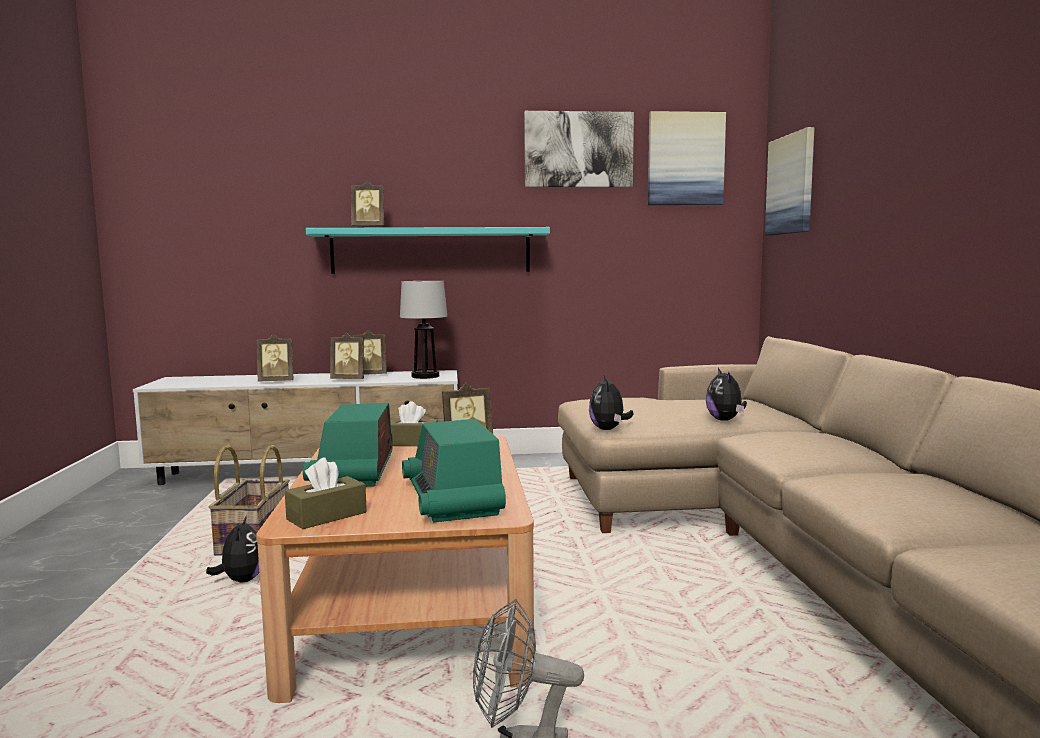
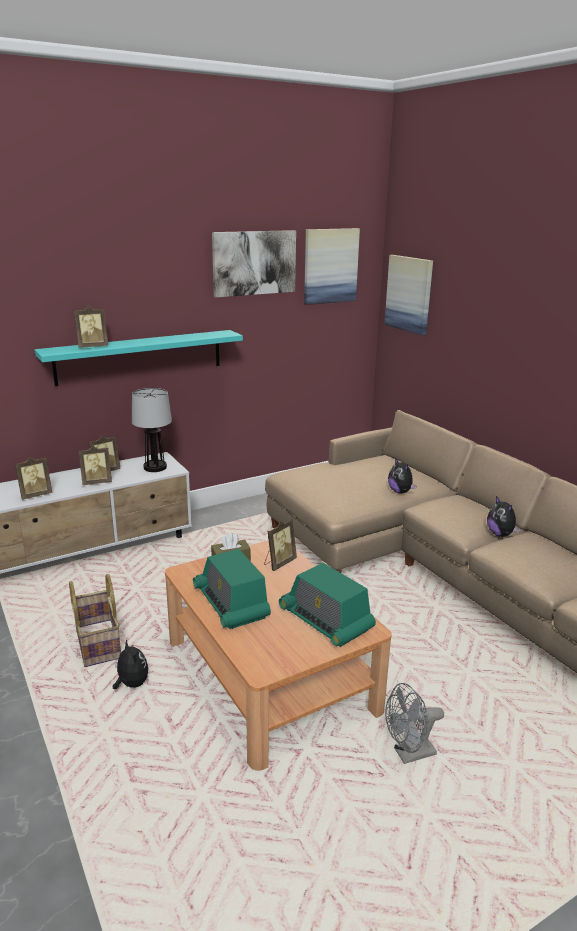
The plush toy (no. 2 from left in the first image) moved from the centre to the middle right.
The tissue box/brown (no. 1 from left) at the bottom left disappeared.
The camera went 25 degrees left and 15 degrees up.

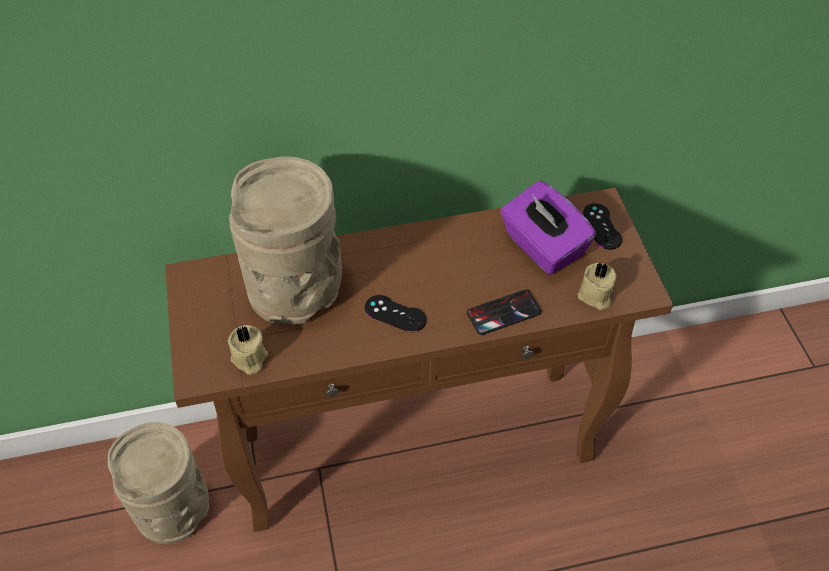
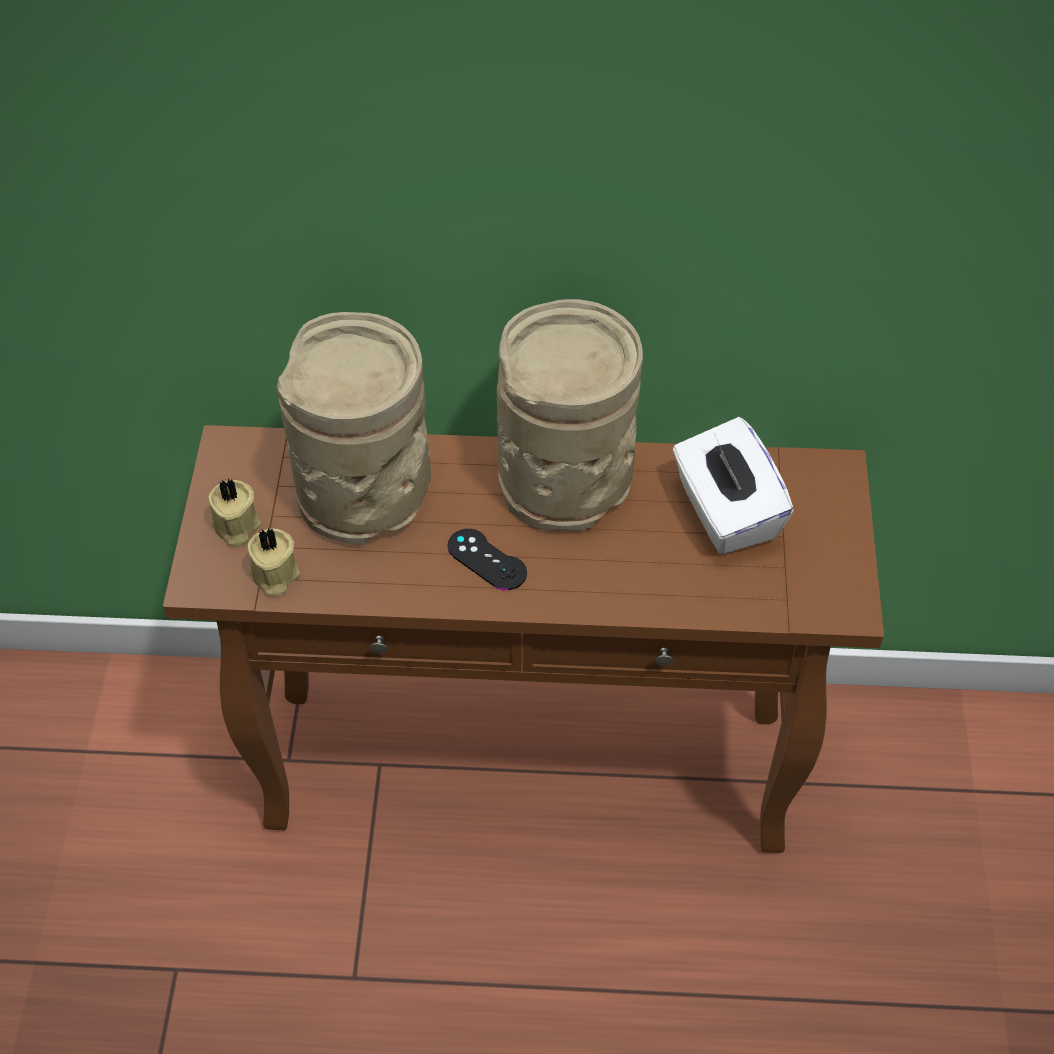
The candle/beige (no. 2 from left in the first image) moved from the middle right to the middle left.
The vase/beige (no. 1 from left in the first image) moved from the bottom left to the centre.
The tissue box/purple at the centre became the tissue box/white at the middle right.
The phone at the centre disappeared.
The game controller/black (no. 2 from left) at the middle right disappeared.
The camera went 15 degrees right and 0 degrees up.

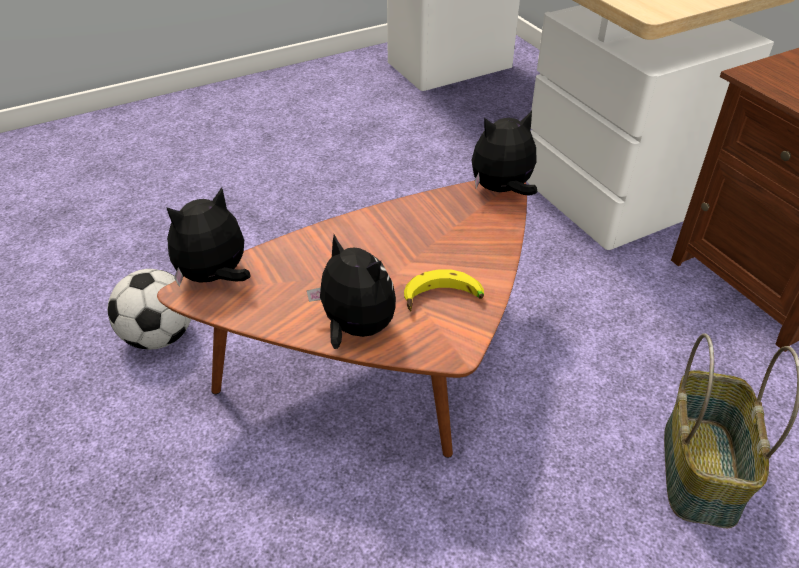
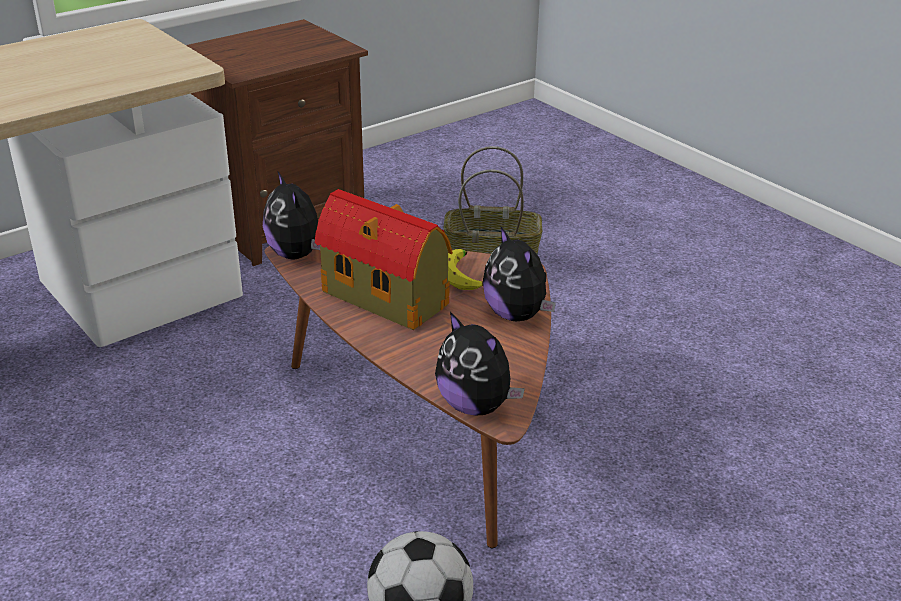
The toy house at the centre appeared.
The plush toy (no. 2 from left in the first image) at the centre turned 60 degrees counterclockwise.
The camera went 100 degrees left and 10 degrees down.

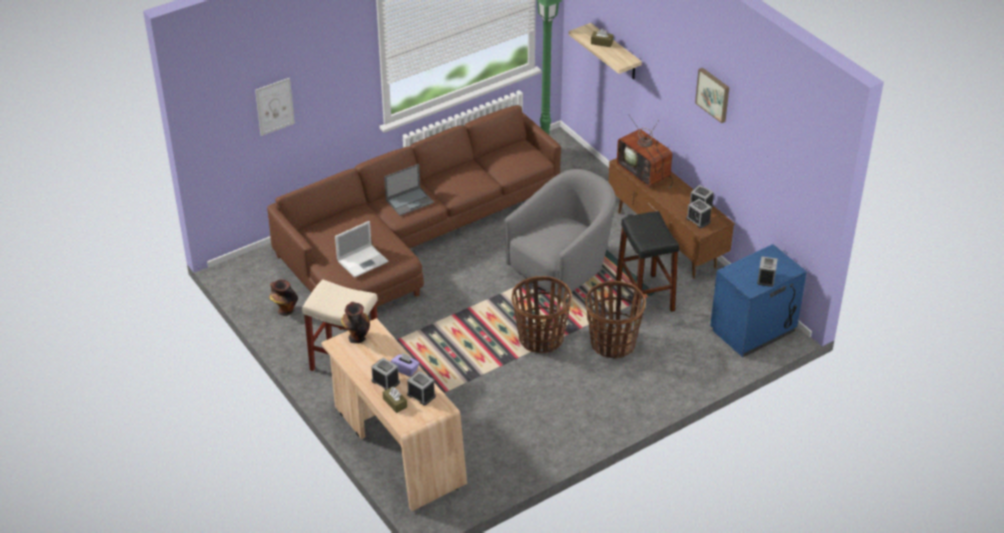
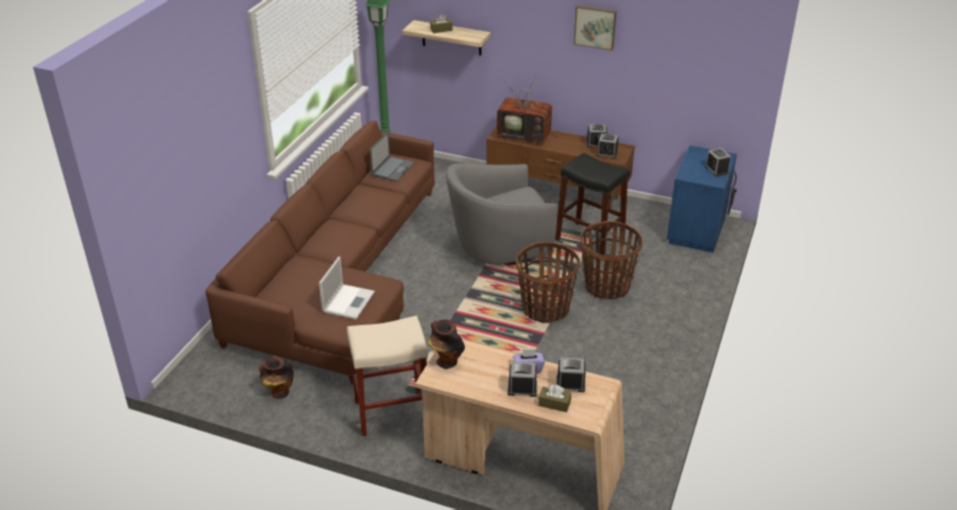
The laptop (no. 2 from left) moved from the centre to the top centre.
The armchair/grey at the centre turned 120 degrees counterclockwise.
The picture (no. 1 from left) at the top left disappeared.
The camera went 35 degrees left and 5 degrees down.

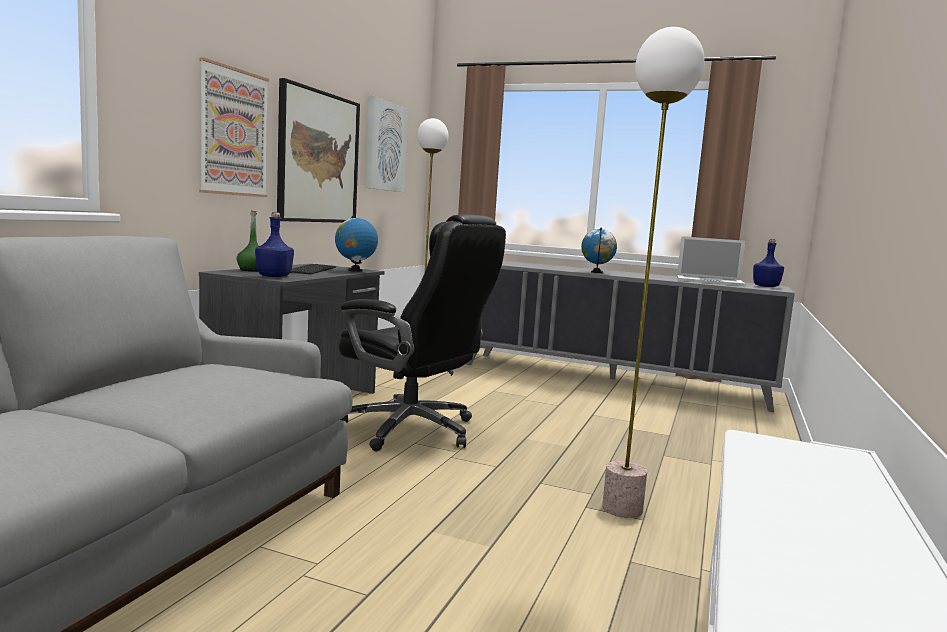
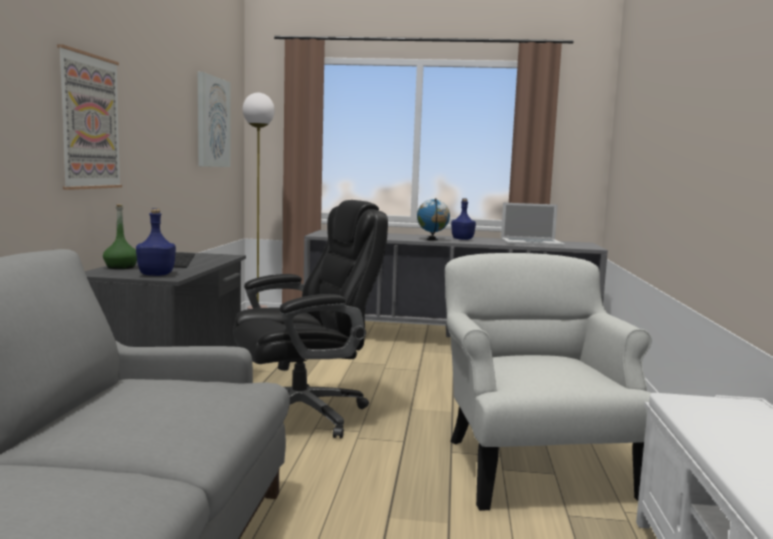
The office chair/black at the centre turned 45 degrees counterclockwise.
The floor lamp (no. 2 from left) at the middle right was replaced by the armchair/white at the bottom right.
The bottle/blue (no. 2 from left) moved from the middle right to the centre.
The picture (no. 2 from left) at the top centre disappeared.
The globe (no. 1 from left) at the centre disappeared.
The camera went 15 degrees left and 0 degrees up.

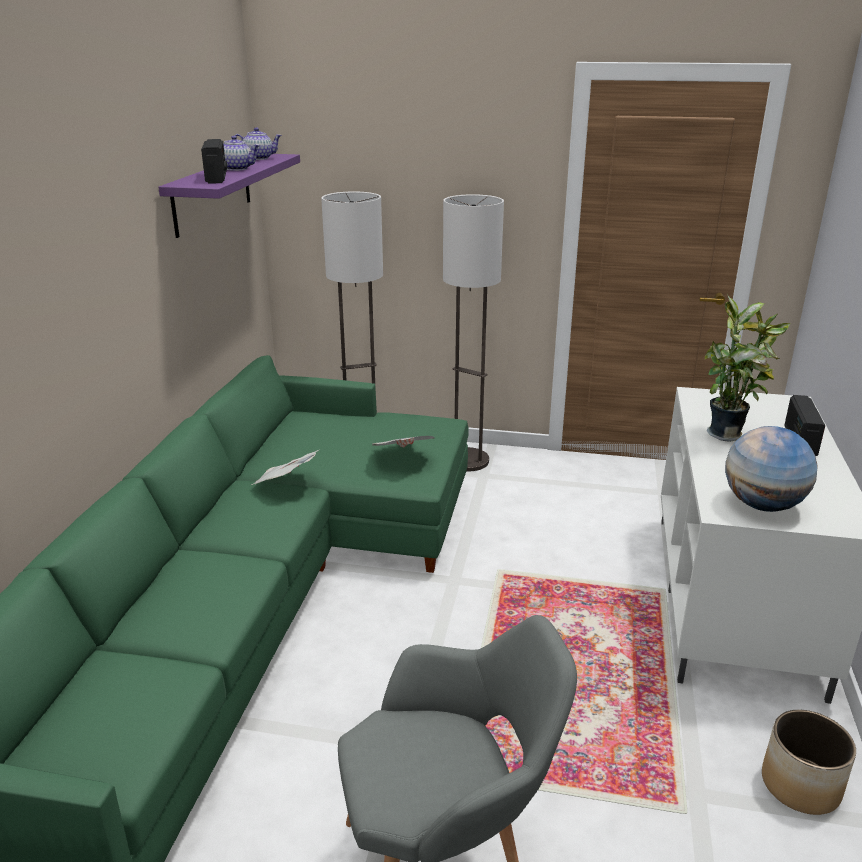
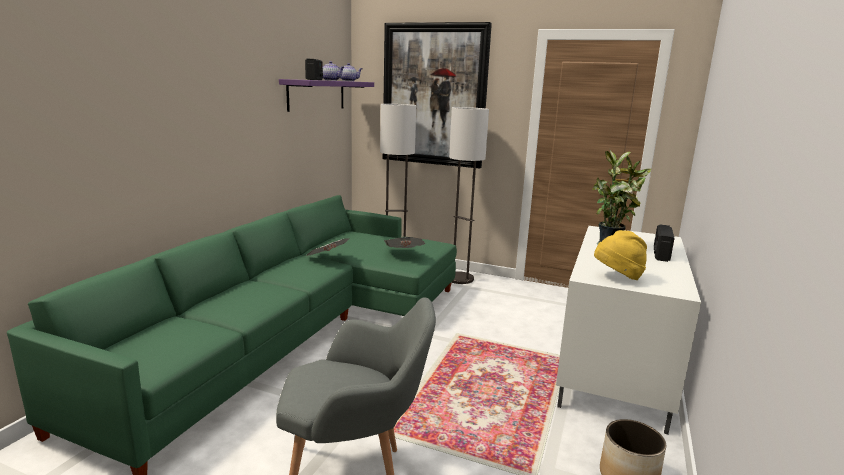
The picture at the top centre appeared.
The globe at the middle right was replaced by the hat/yellow at the middle right.
The camera went 10 degrees right and 10 degrees down.

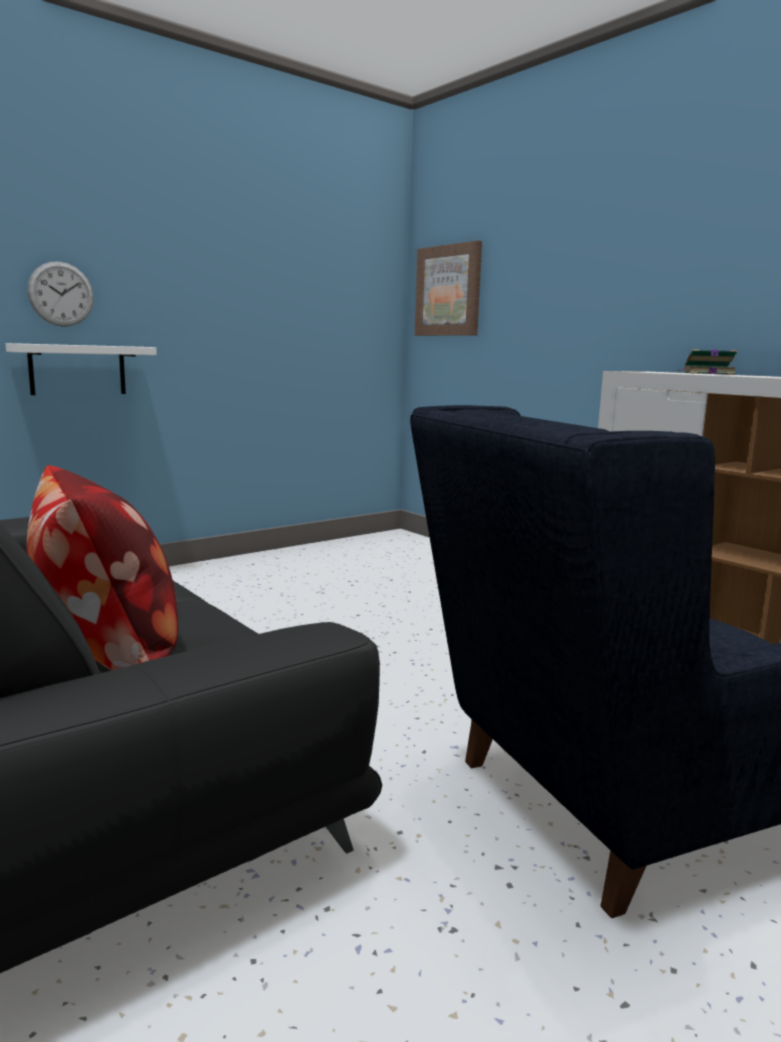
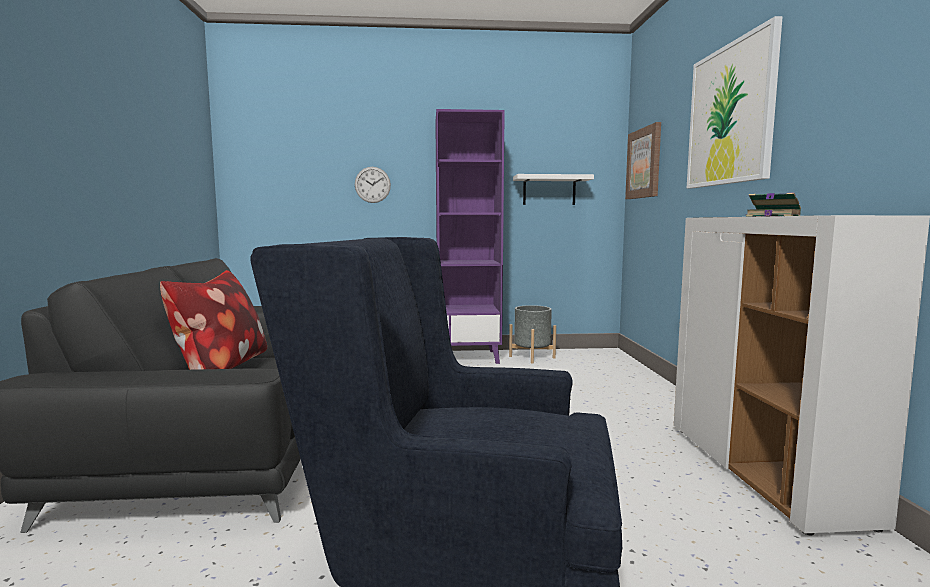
The bookcase/purple at the centre appeared.
The planter/grey at the centre appeared.
The shelf/white moved from the middle left to the top centre.
The picture (no. 2 from left) at the top right appeared.
The camera went 35 degrees right and 5 degrees down.

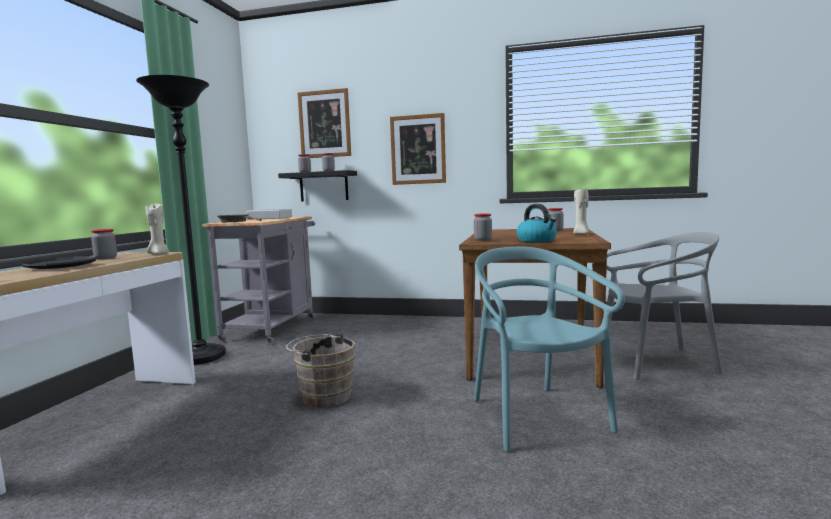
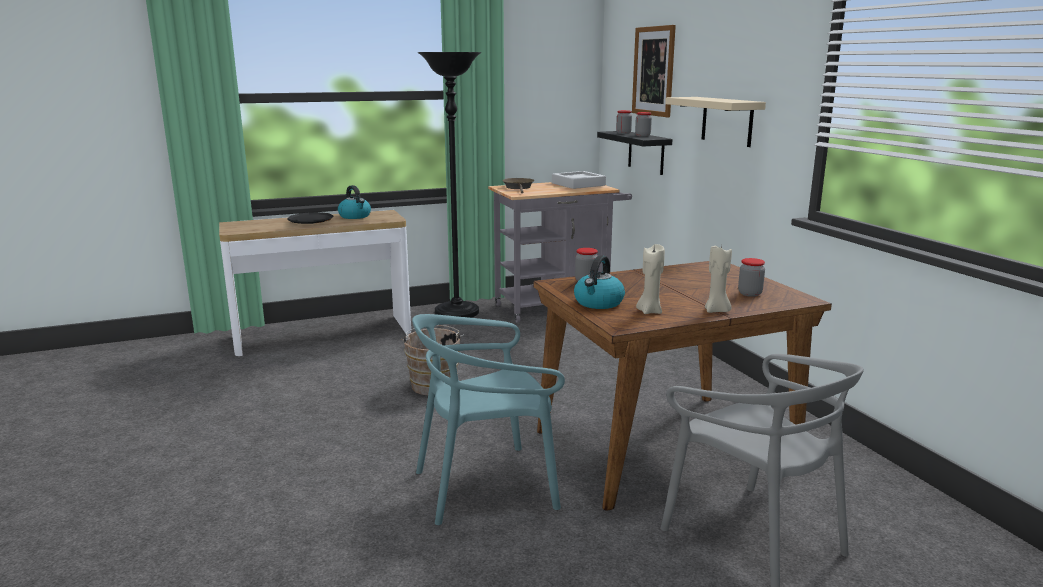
The jar (no. 1 from left) at the middle left was replaced by the kettle (no. 1 from left) at the centre.
The chair/turquoise at the bottom centre turned 150 degrees counterclockwise.
The candle/beige (no. 1 from left) moved from the middle left to the centre.
The picture (no. 2 from left) at the top centre was replaced by the shelf/beige at the top right.
The camera went 55 degrees right and 10 degrees up.

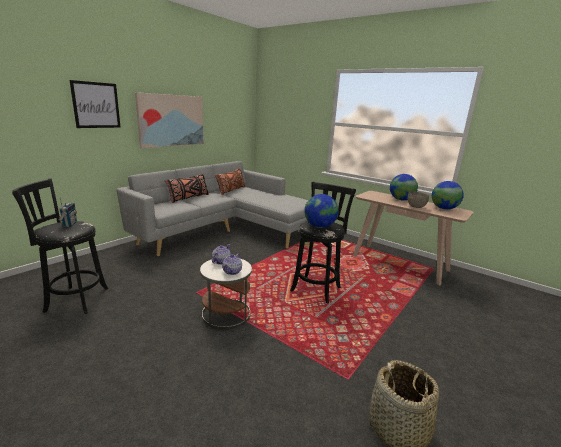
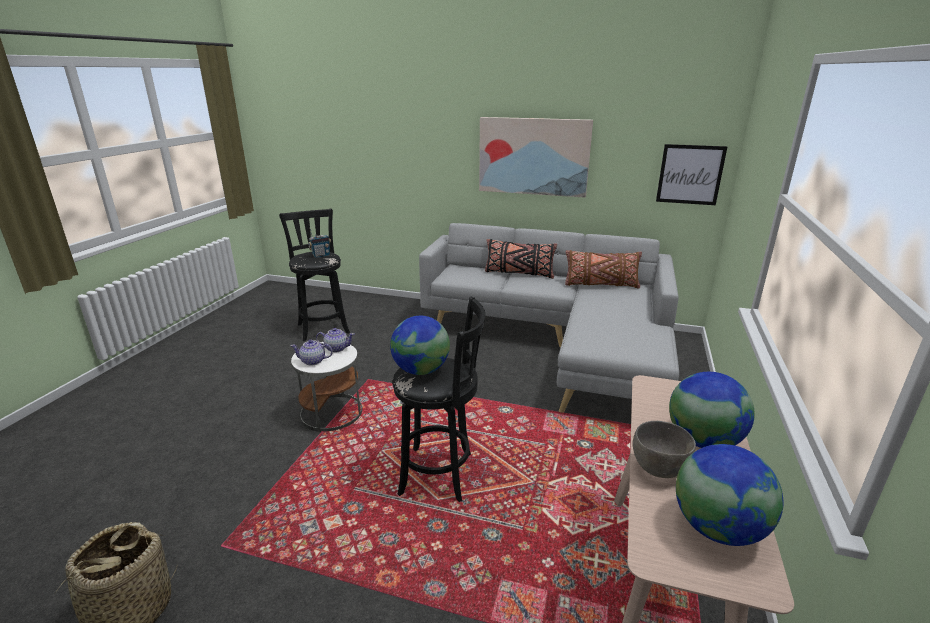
The picture (no. 1 from left in the first image) moved from the top left to the top right.
The camera went 70 degrees right and 5 degrees up.

